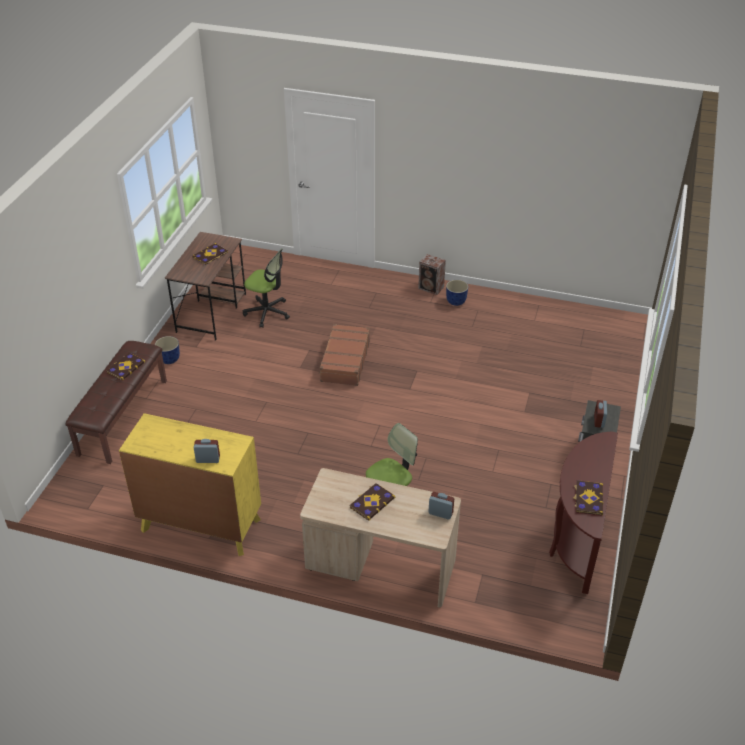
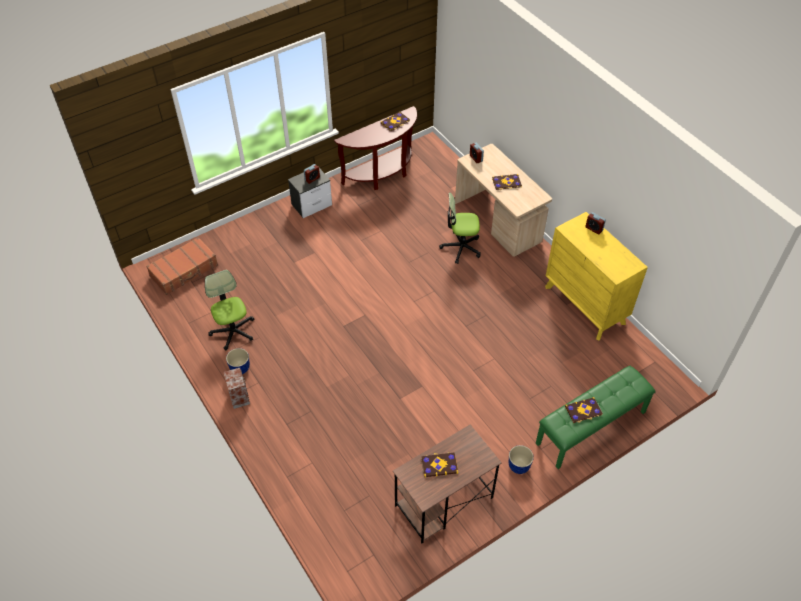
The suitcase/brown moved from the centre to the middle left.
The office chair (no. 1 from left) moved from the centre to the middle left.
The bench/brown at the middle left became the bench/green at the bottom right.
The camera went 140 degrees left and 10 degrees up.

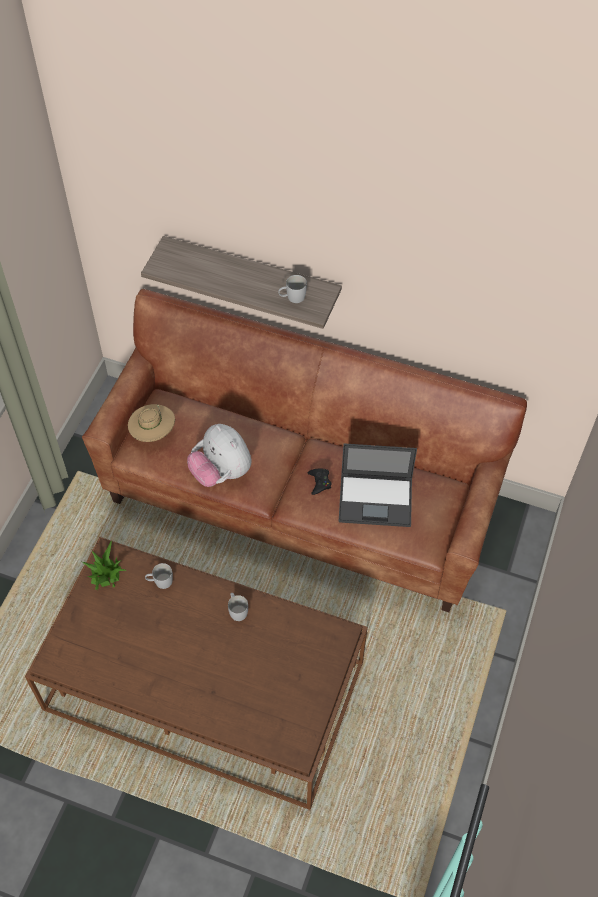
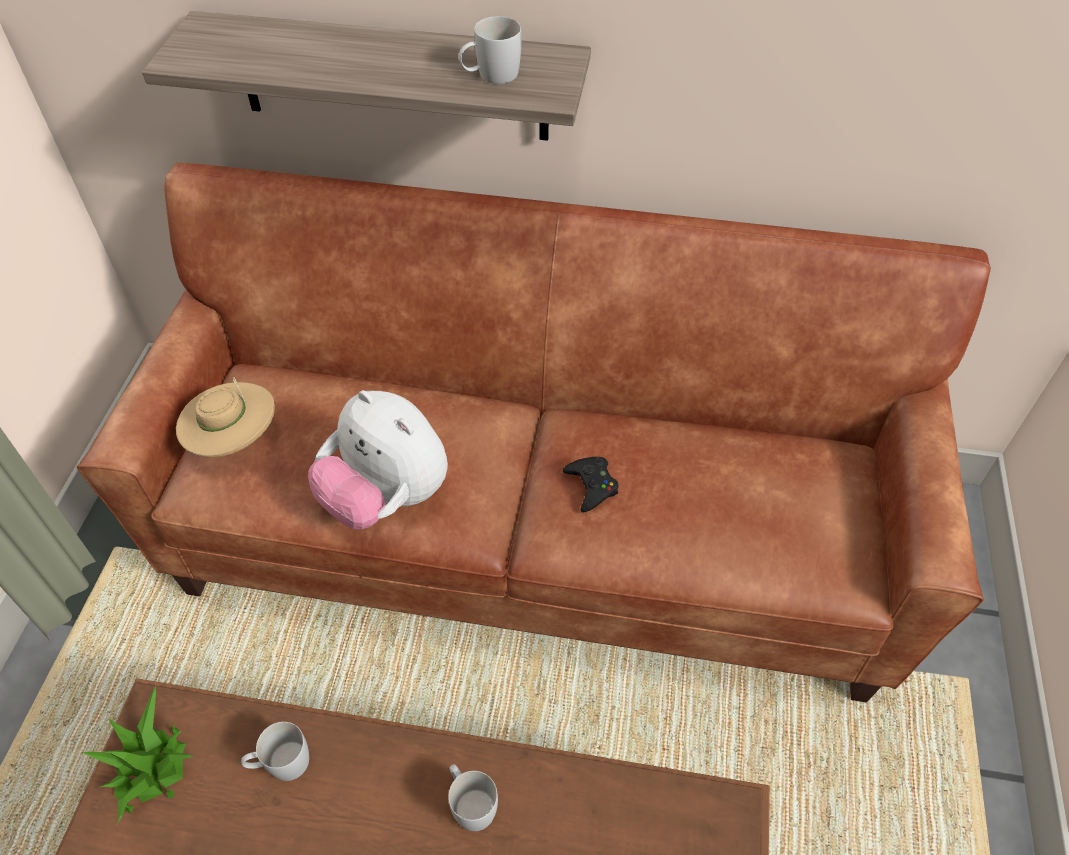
The laptop at the centre disappeared.
The camera went 10 degrees left and 5 degrees down.

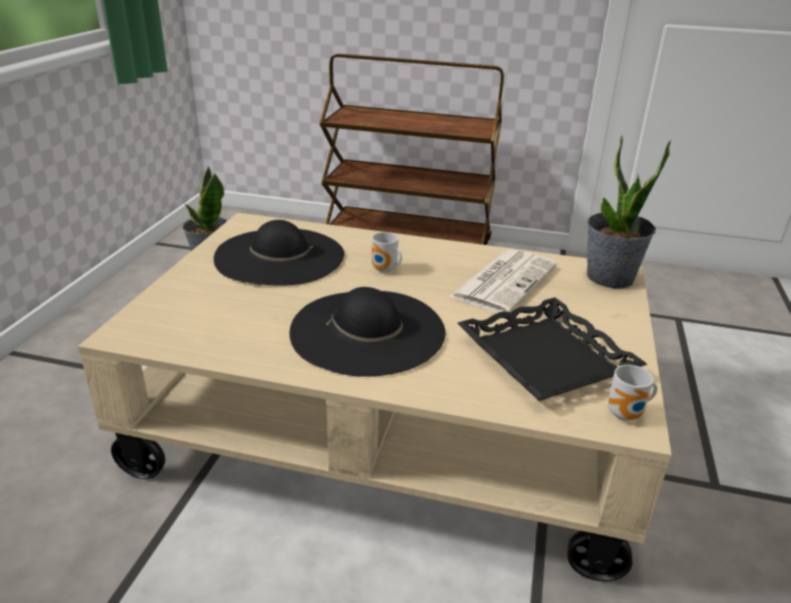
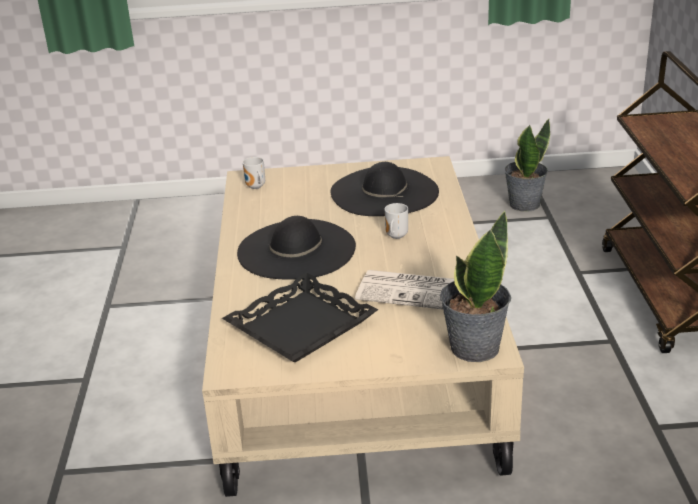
The mug (no. 2 from left in the first image) moved from the middle right to the centre.
The camera went 75 degrees right and 0 degrees up.

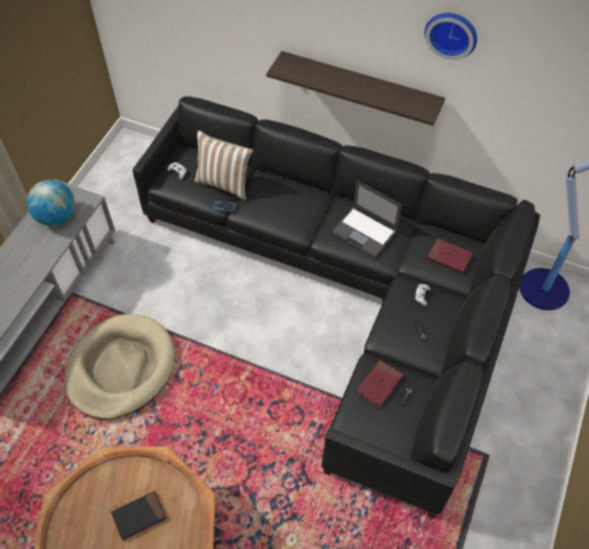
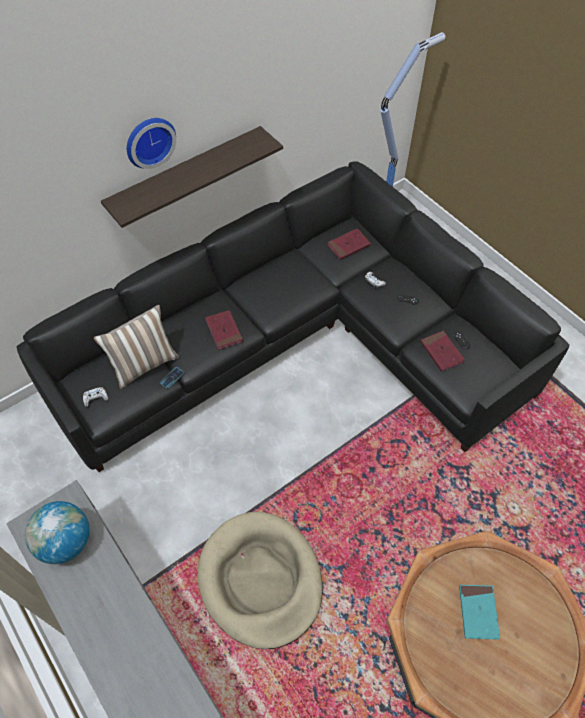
The wall clock moved from the top right to the top left.
The book/red (no. 1 from left) at the centre appeared.
The book/black at the bottom left became the book/turquoise at the bottom right.
The laptop at the centre disappeared.
The camera went 60 degrees left and 0 degrees up.

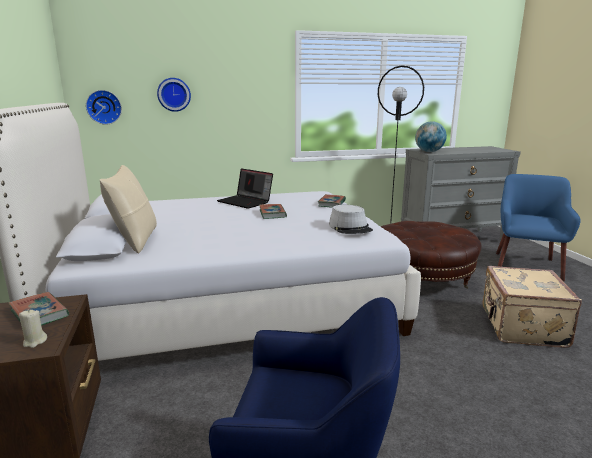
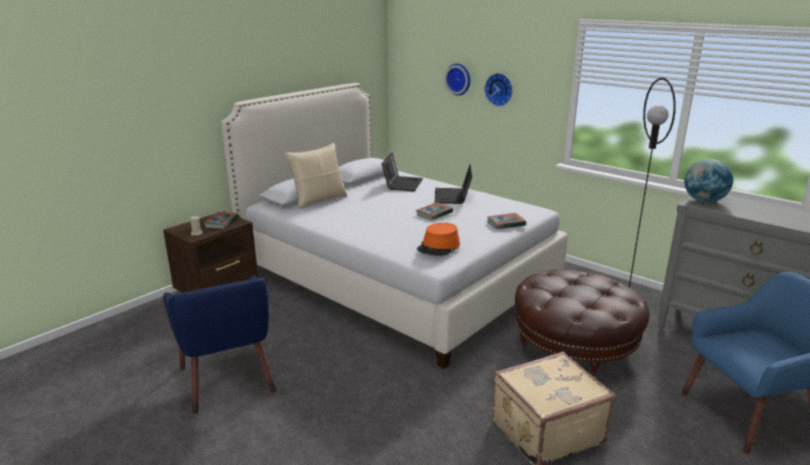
The laptop (no. 1 from left) at the centre appeared.
The hat/grey at the centre became the hat/orange at the centre.
The wall clock (no. 1 from left in the first image) moved from the top left to the top centre.
The camera went 55 degrees right and 5 degrees up.

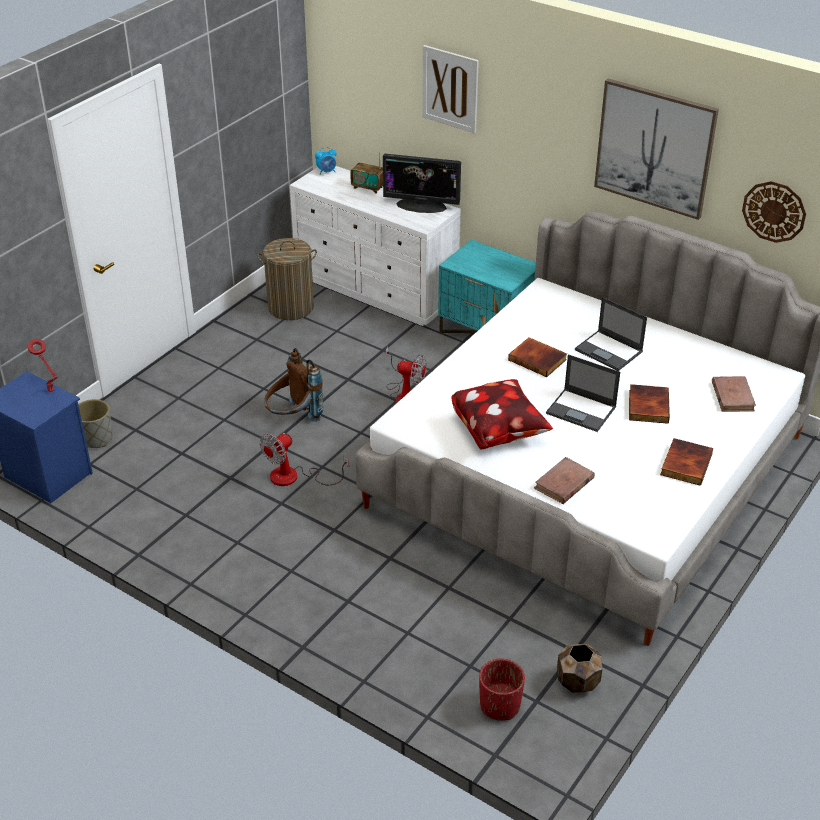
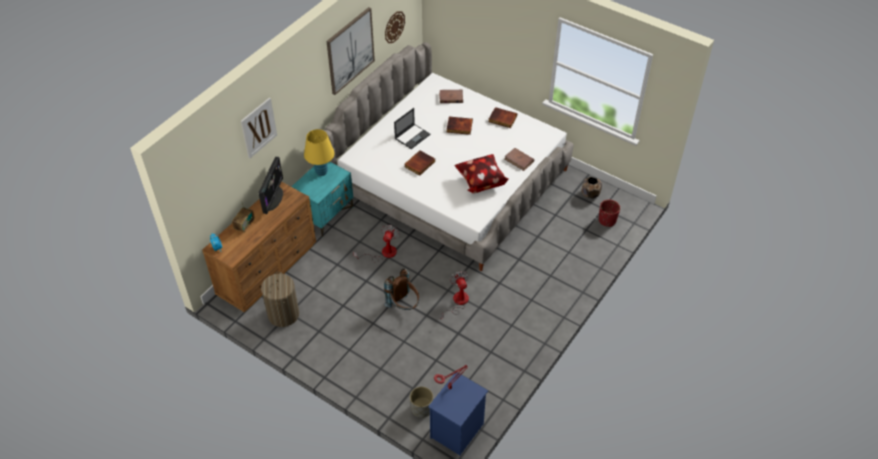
The dresser/white at the top centre became the dresser/brown at the middle left.
The table lamp/yellow at the top centre appeared.
The fan (no. 1 from left in the first image) at the centre turned 150 degrees counterclockwise.
The laptop (no. 1 from left) at the middle right disappeared.
The camera went 90 degrees left and 10 degrees up.

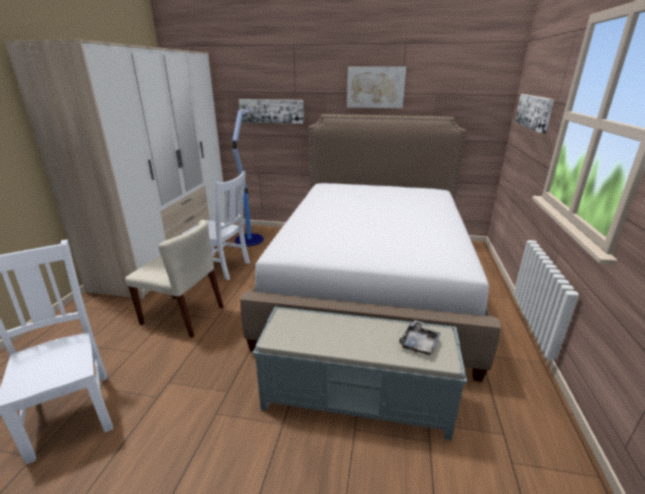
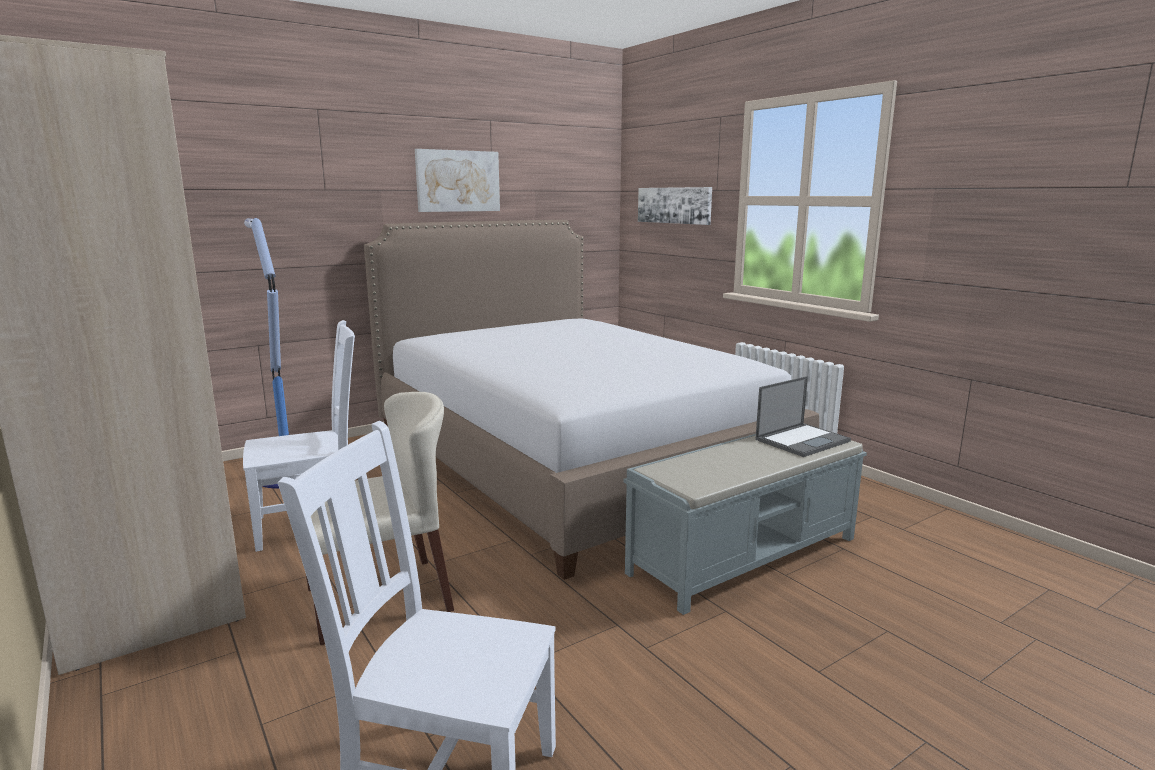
The tray/grey at the bottom centre was replaced by the laptop at the middle right.
The picture (no. 1 from left) at the top centre disappeared.
The camera went 45 degrees left and 10 degrees down.

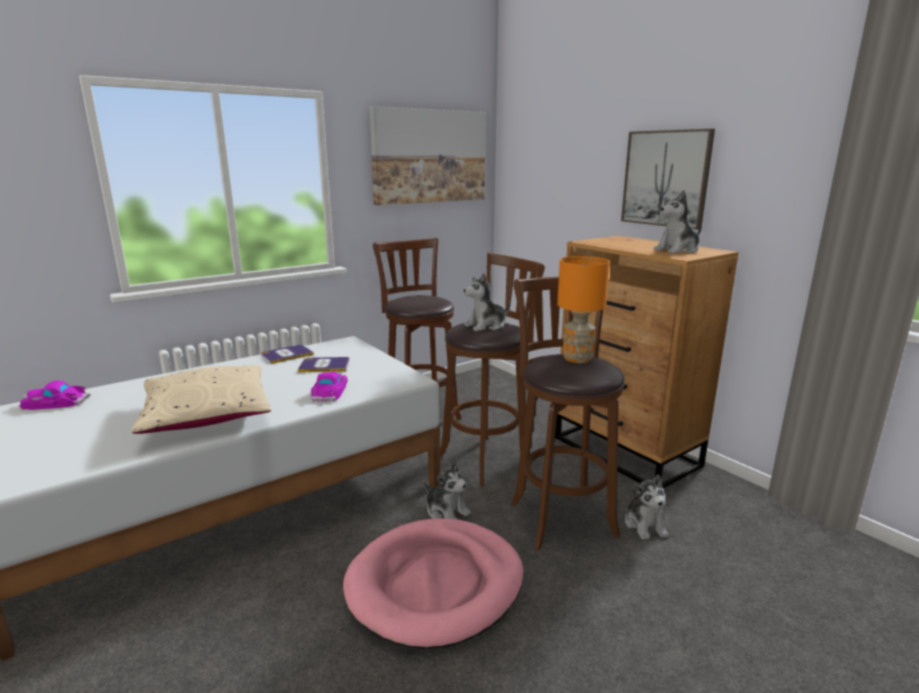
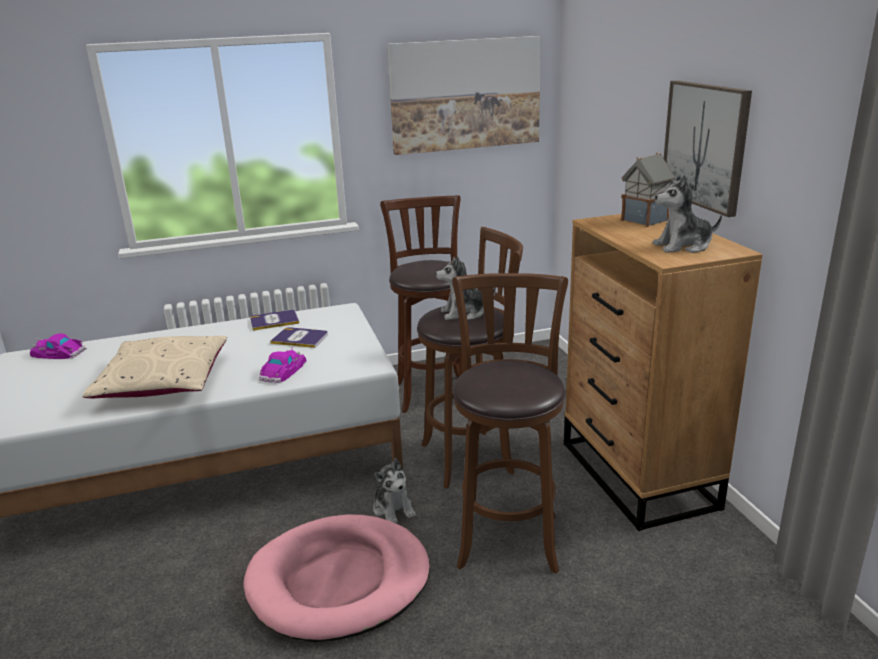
The toy house at the top right appeared.
The table lamp/orange at the centre disappeared.
The plush toy (no. 3 from left) at the bottom right disappeared.
The camera went 20 degrees right and 5 degrees up.

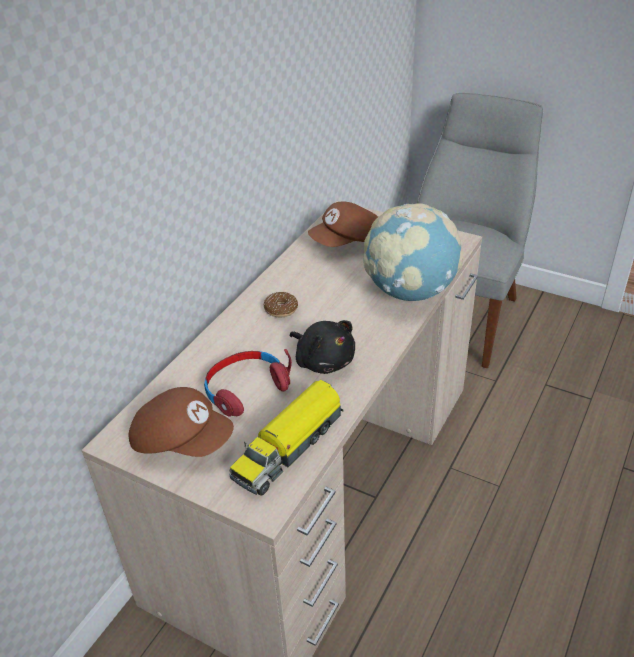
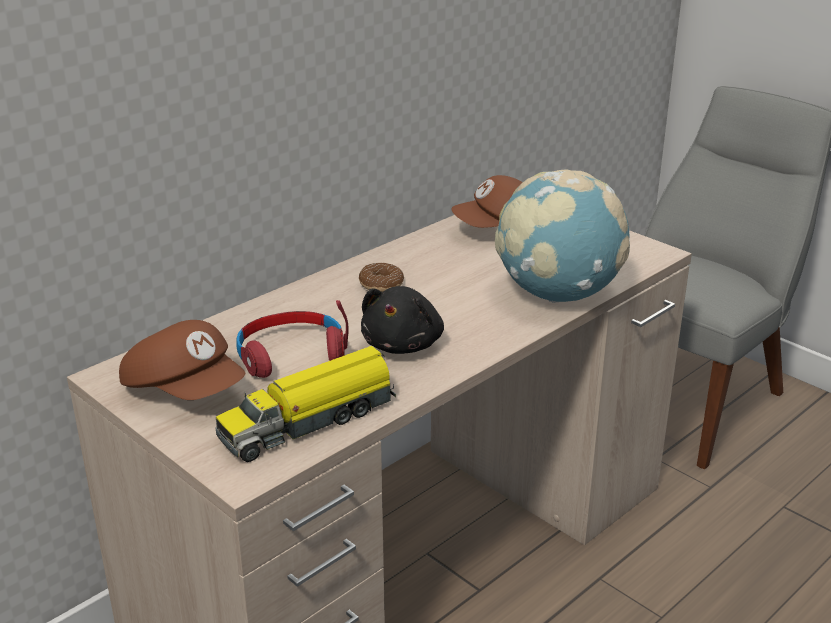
The plush toy/black at the centre turned 45 degrees clockwise.
The camera went 15 degrees right and 10 degrees down.

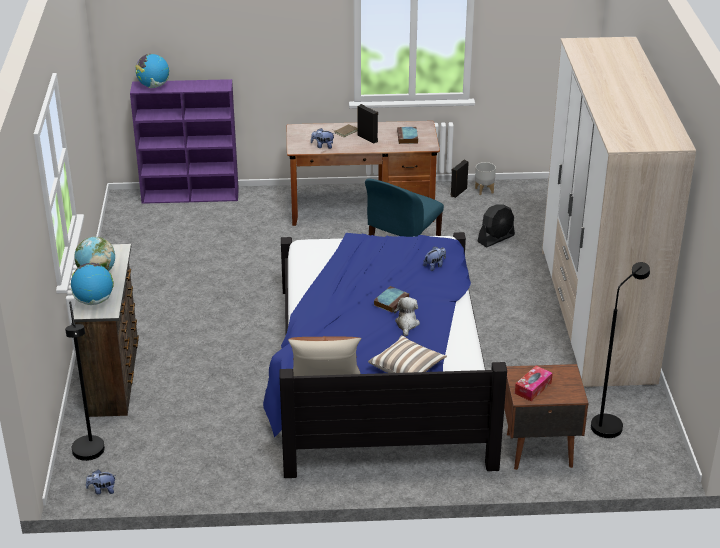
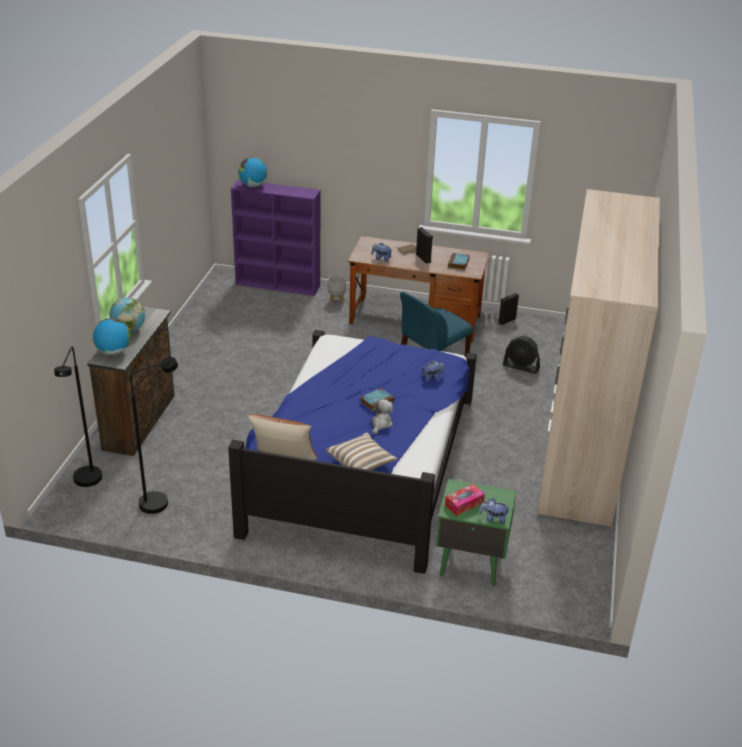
The floor lamp/black (no. 2 from left) moved from the middle right to the middle left.
The planter/grey moved from the top right to the centre.
The nightstand/brown at the bottom right became the nightstand/green at the bottom centre.
The plush toy (no. 1 from left in the first image) moved from the bottom left to the bottom centre.
The fan/black at the middle right turned 45 degrees clockwise.
The camera went 15 degrees right and 0 degrees up.

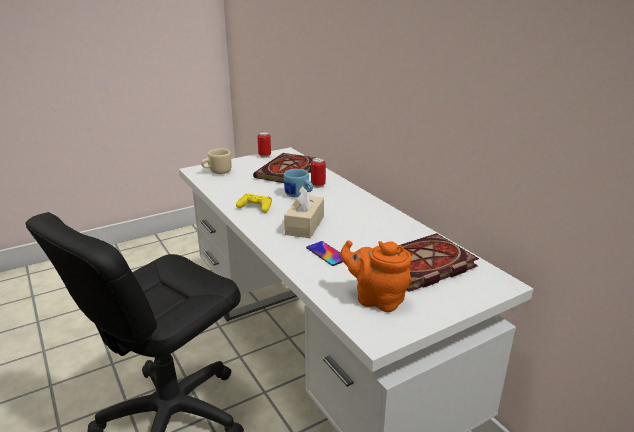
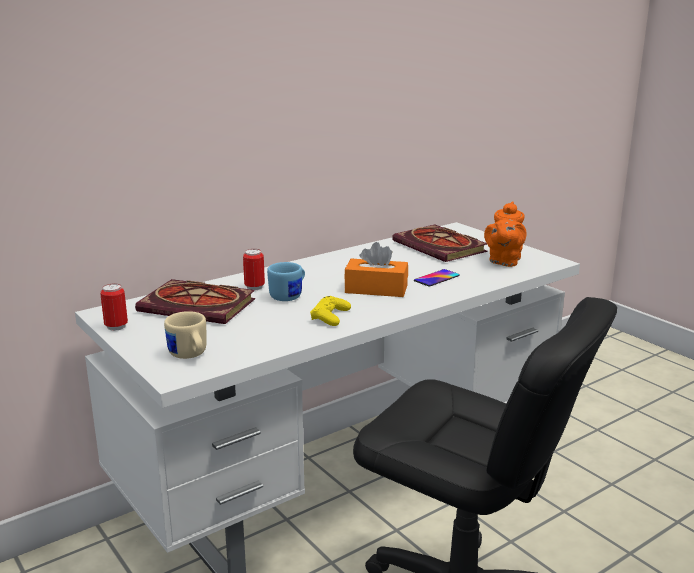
The tissue box/beige at the centre became the tissue box/orange at the centre.
The camera went 95 degrees left and 5 degrees down.

